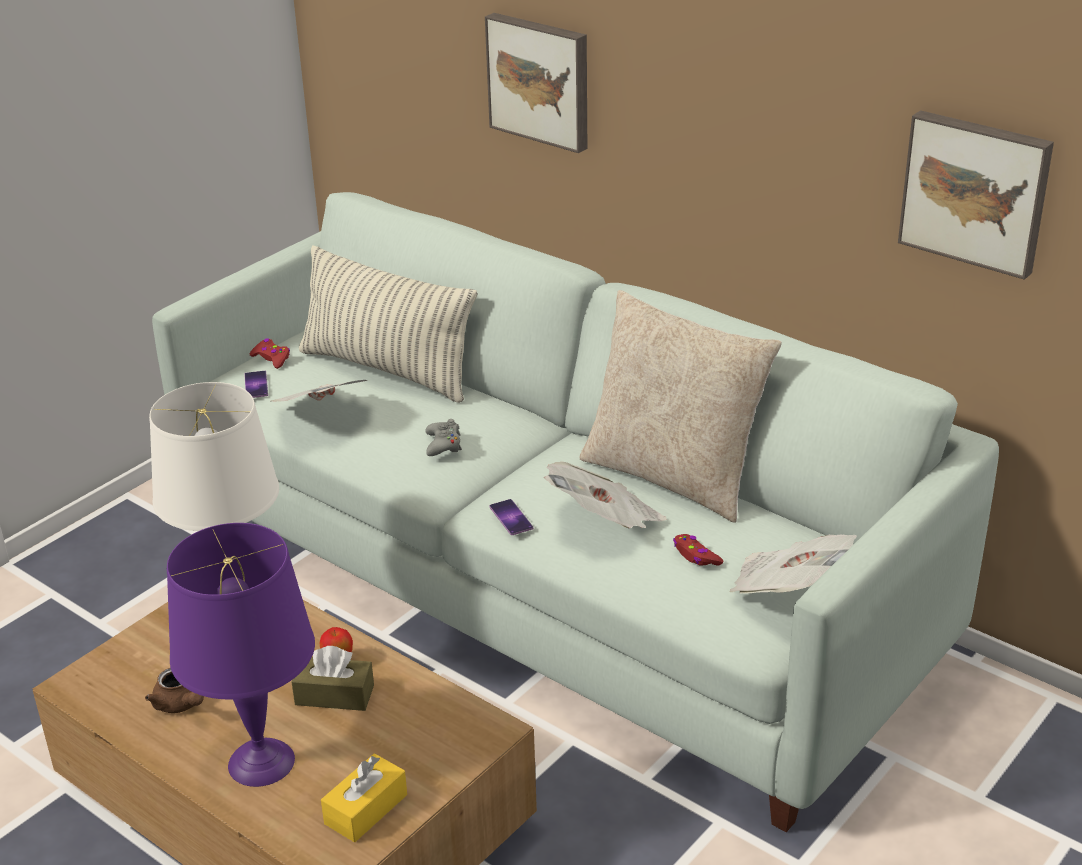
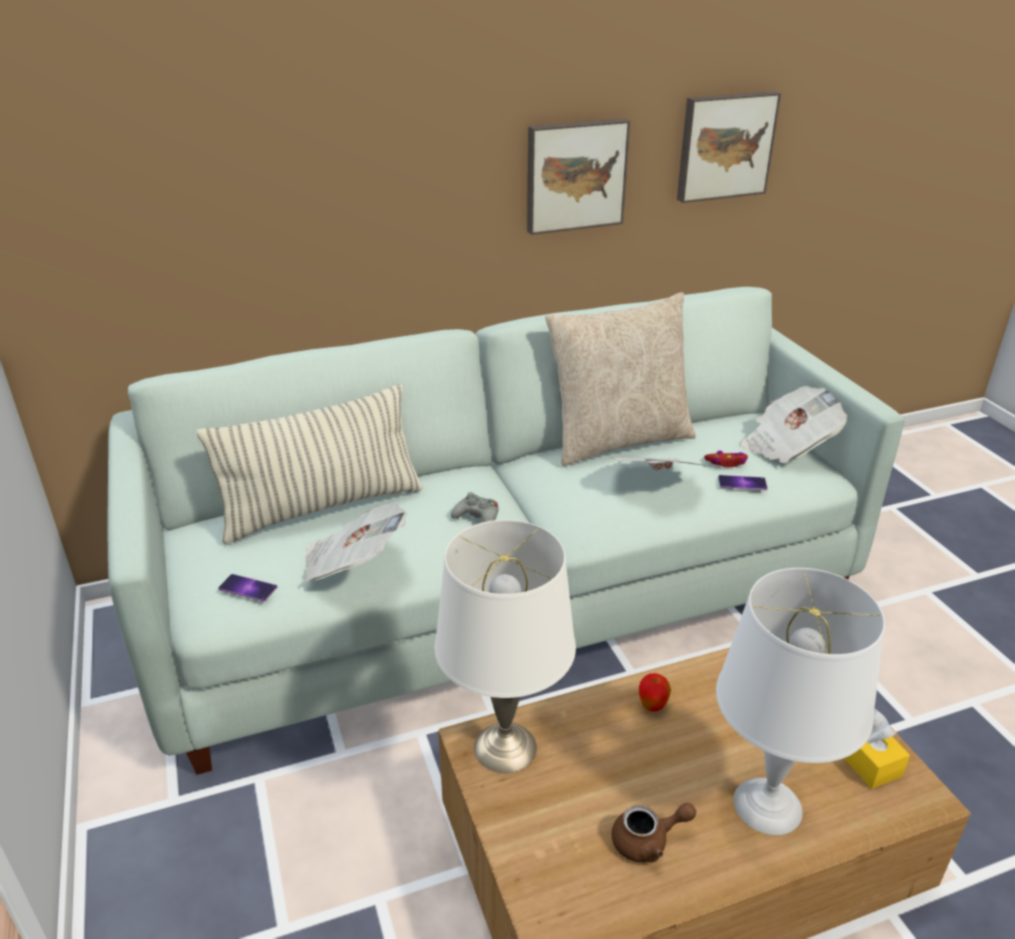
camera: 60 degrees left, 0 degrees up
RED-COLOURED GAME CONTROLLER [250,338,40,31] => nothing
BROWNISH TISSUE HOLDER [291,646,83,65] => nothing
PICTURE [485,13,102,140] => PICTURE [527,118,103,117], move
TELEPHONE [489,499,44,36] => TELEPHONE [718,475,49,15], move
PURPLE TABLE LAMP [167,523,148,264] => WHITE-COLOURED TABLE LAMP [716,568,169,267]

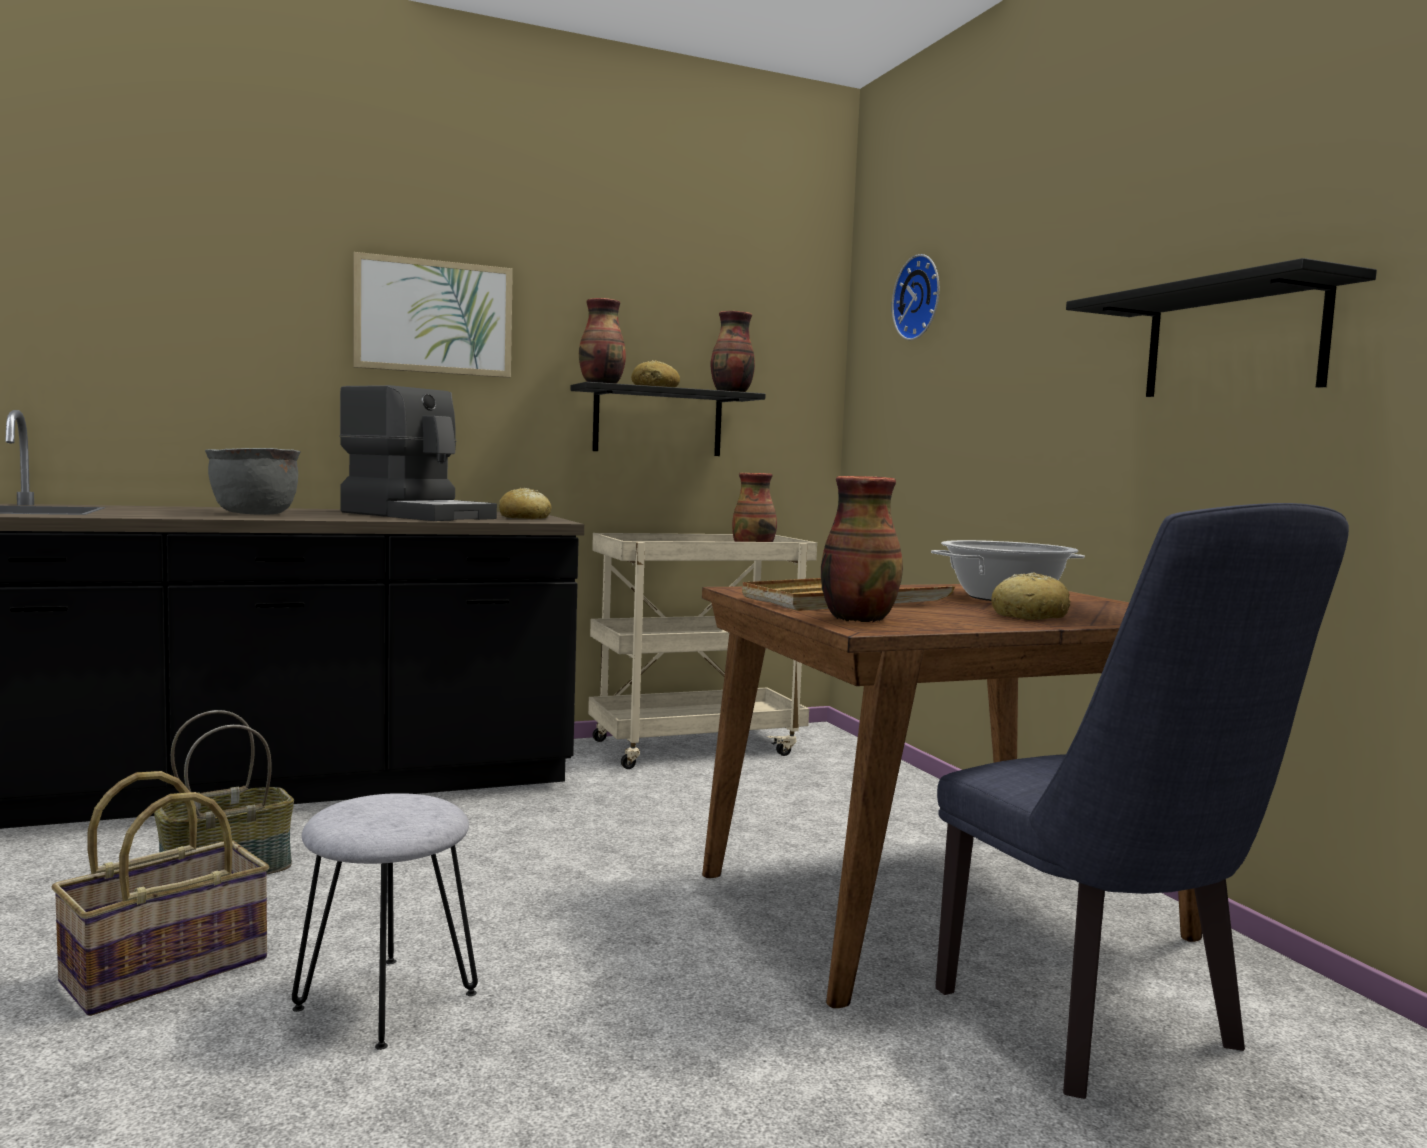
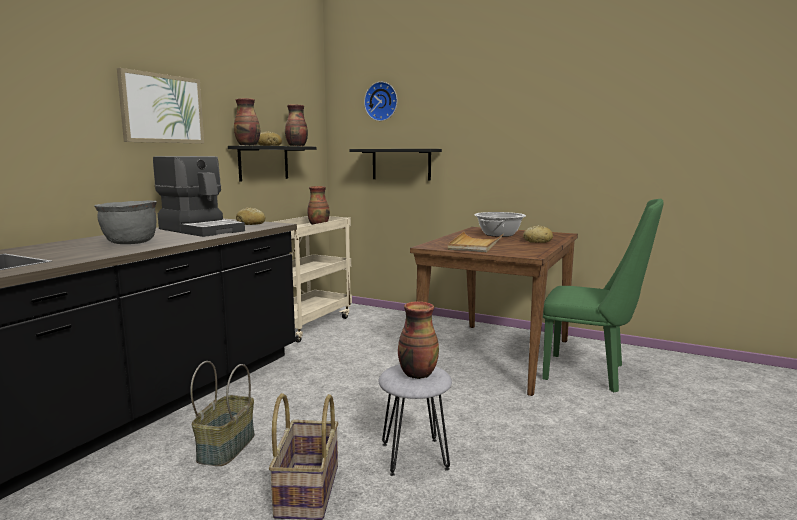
camera: 40 degrees left, 5 degrees up
DECORATIVE VASE [821,476,82,146] => DECORATIVE VASE [398,301,41,78], move
BLACK WALL SHELF [1066,258,311,139] => BLACK WALL SHELF [349,149,93,32], move
BLUE-COLOURED UPRIGHT CHAIR [935,503,414,596] => GREENISH UPRIGHT CHAIR [542,199,122,193]
COFFEE MACHINE [340,385,157,136] => COFFEE MACHINE [153,156,92,81], 45 degrees clockwise

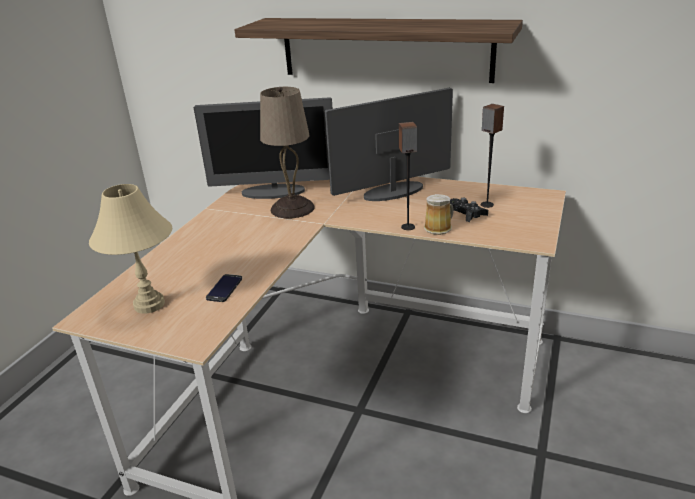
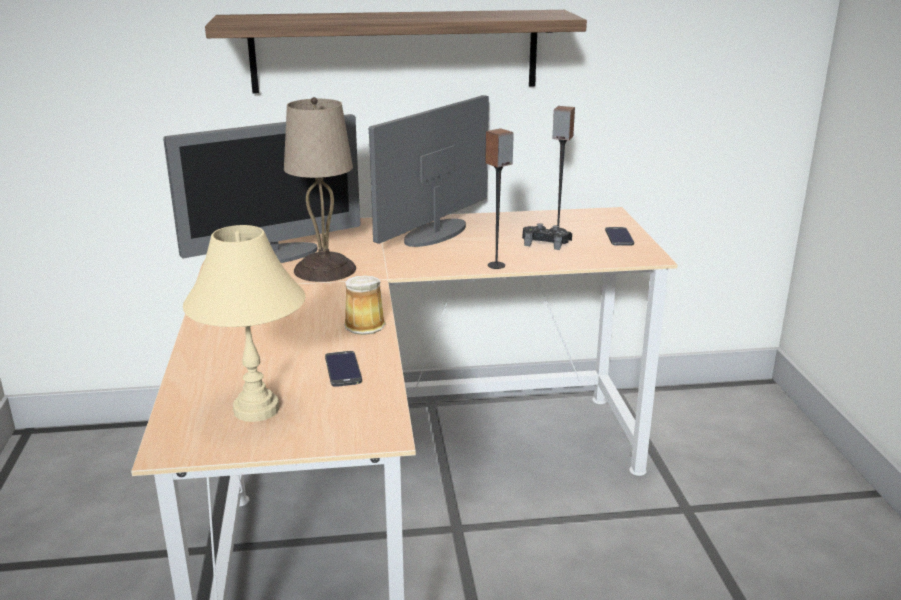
camera: 30 degrees left, 5 degrees down
nothing => TELEPHONE [605,227,29,19]
MUG [424,194,30,41] => MUG [344,275,42,60], move

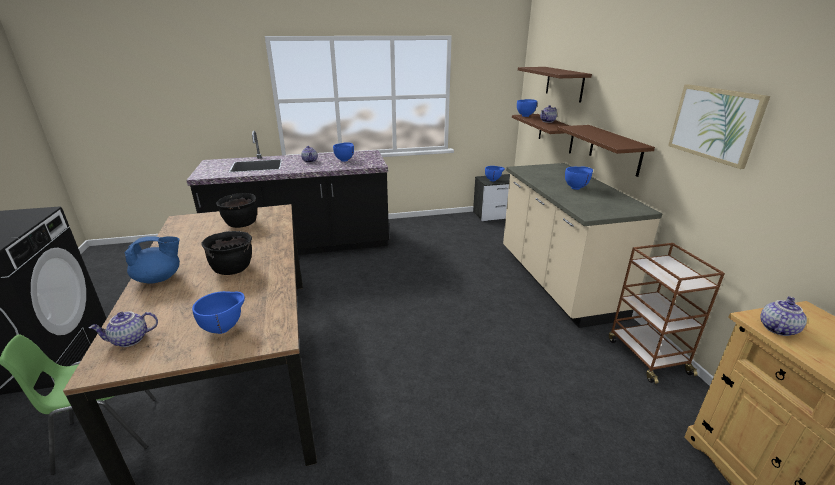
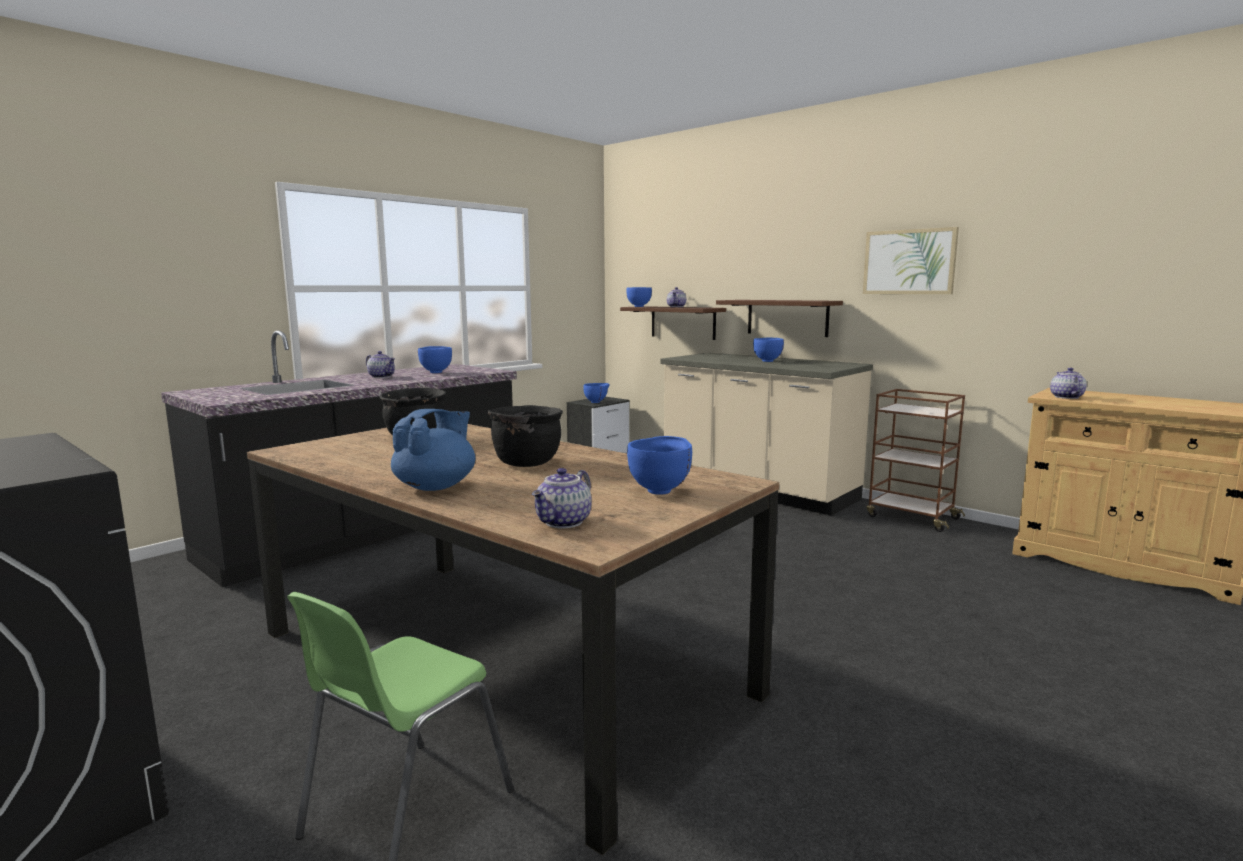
camera: 35 degrees left, 15 degrees down
BROWNISH WALL SHELF [518,67,74,36] => nothing

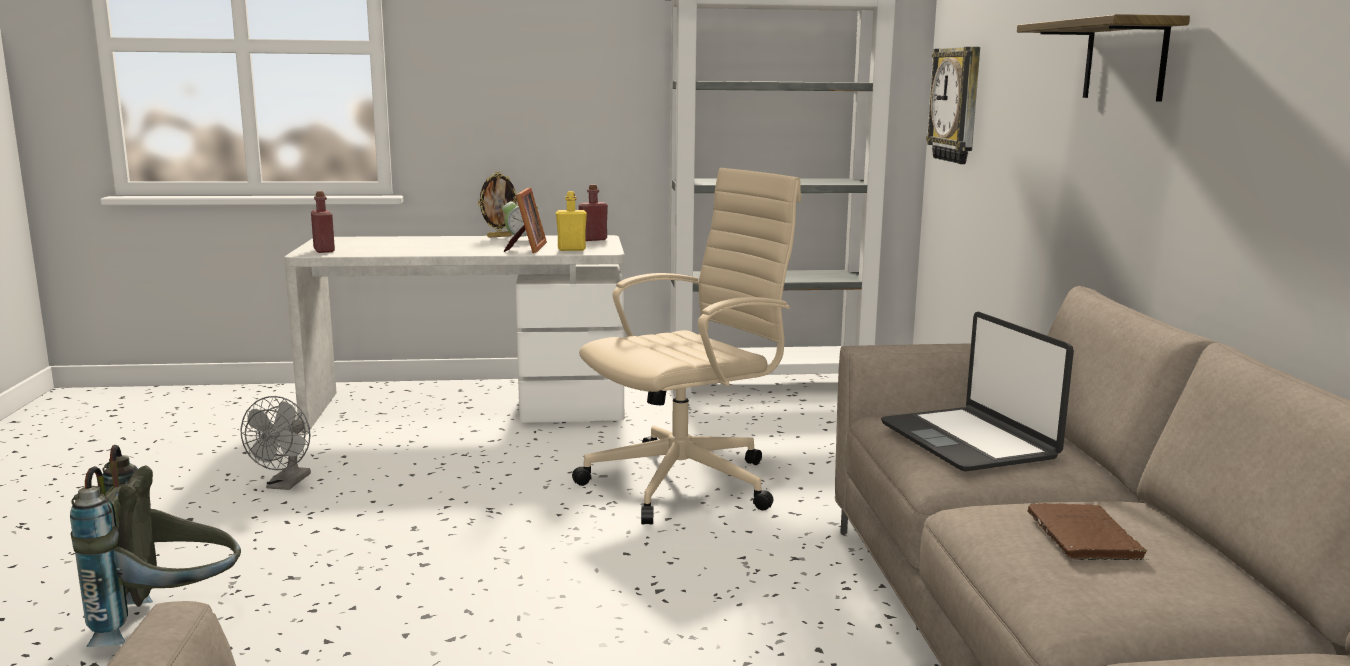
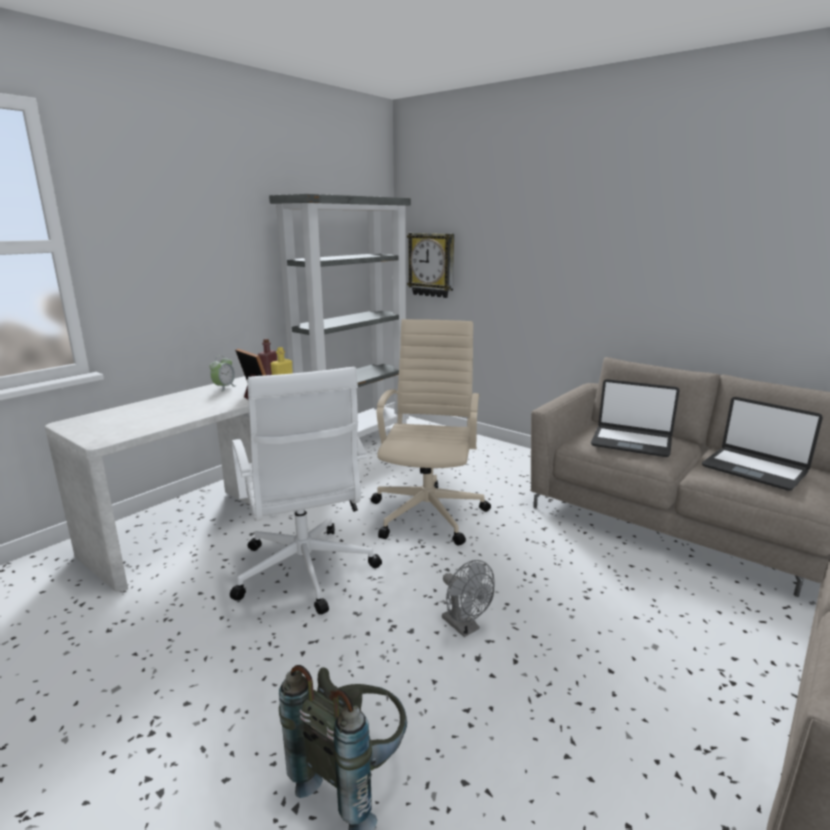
camera: 45 degrees left, 5 degrees up
RED-COLOURED BOTTLE [311,191,24,62] => nothing
STANDING FRAME [478,172,39,66] => nothing
WALL SHELF [1017,14,173,88] => nothing
nothing => WHITE-COLOURED OFFICE CHAIR [230,367,152,248]
GREY COOLING FAN [240,396,71,94] => GREY COOLING FAN [442,560,53,77], move
BROWNISH BOOK [1027,503,122,58] => LAPTOP [702,397,121,94]

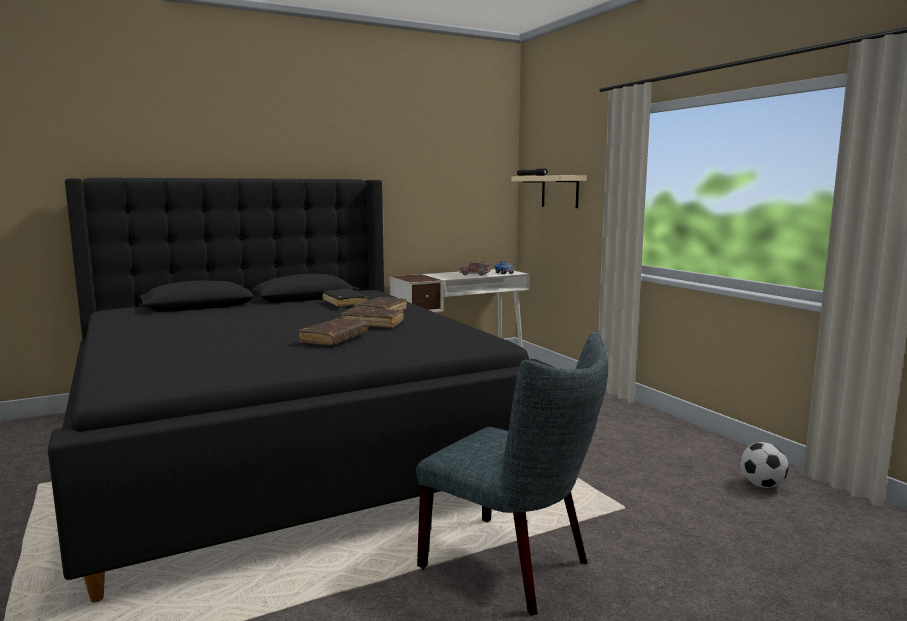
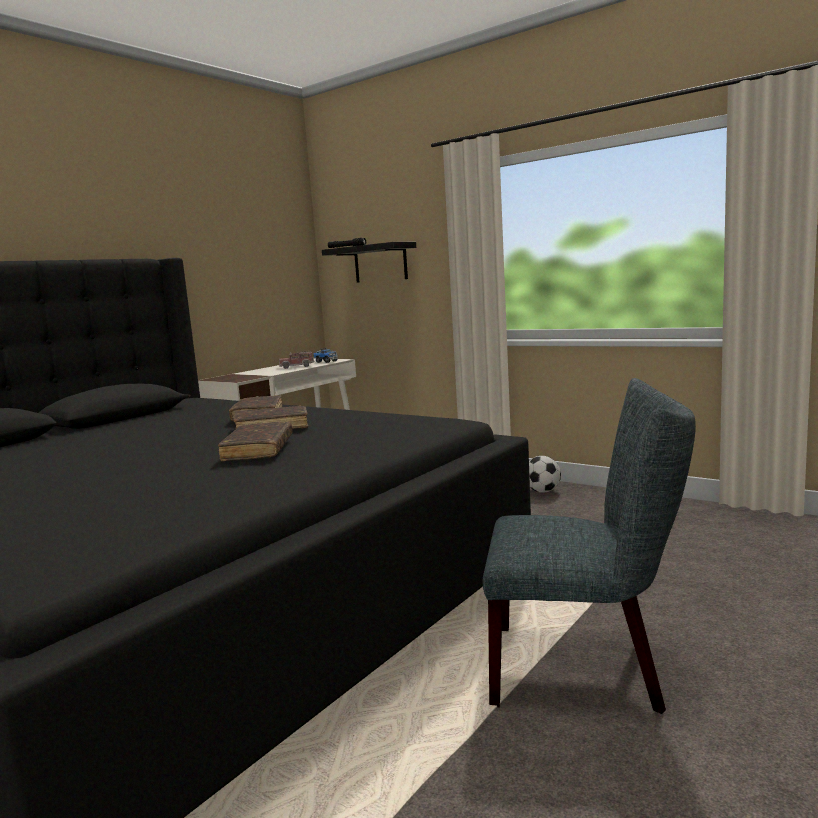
camera: 25 degrees left, 0 degrees up
BLACK BOOK [322,288,46,20] => nothing
FOOTBALL [740,442,49,46] => FOOTBALL [529,456,32,37], move
SAND-COLOURED WALL SHELF [511,175,76,33] => BLACK WALL SHELF [322,242,94,41]

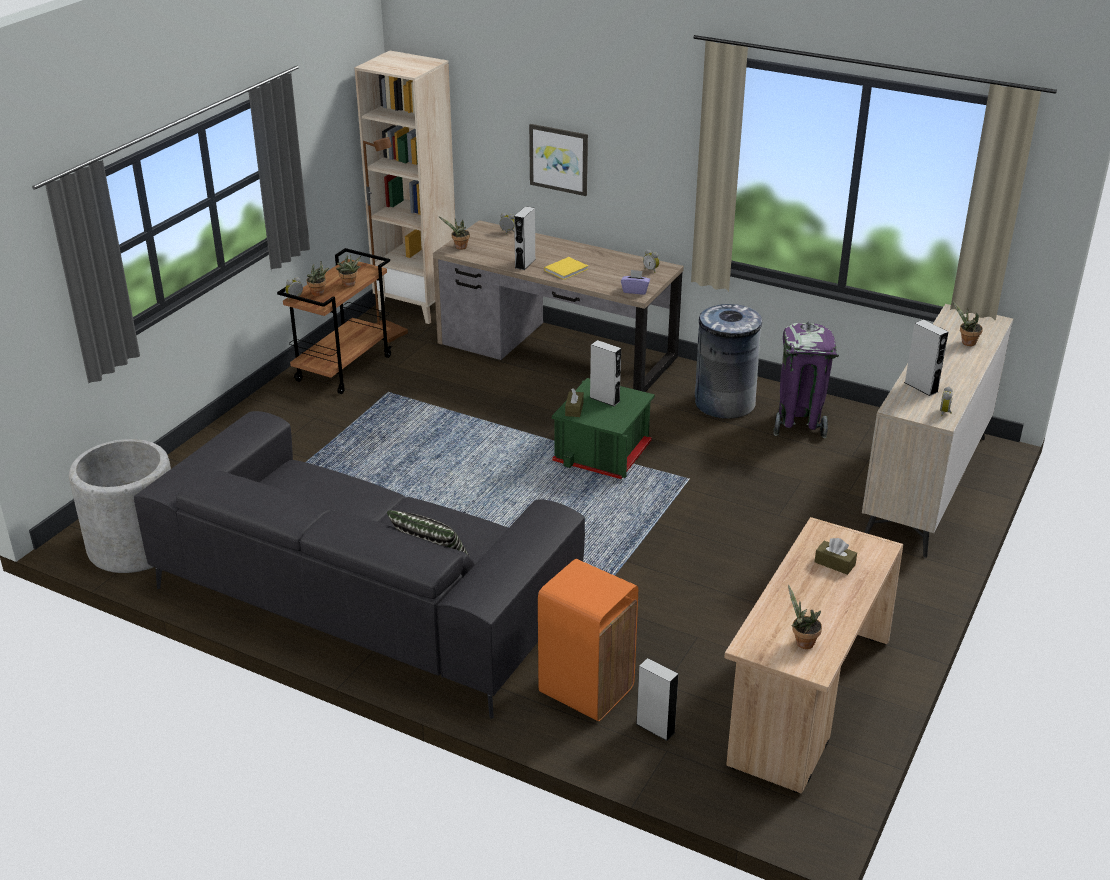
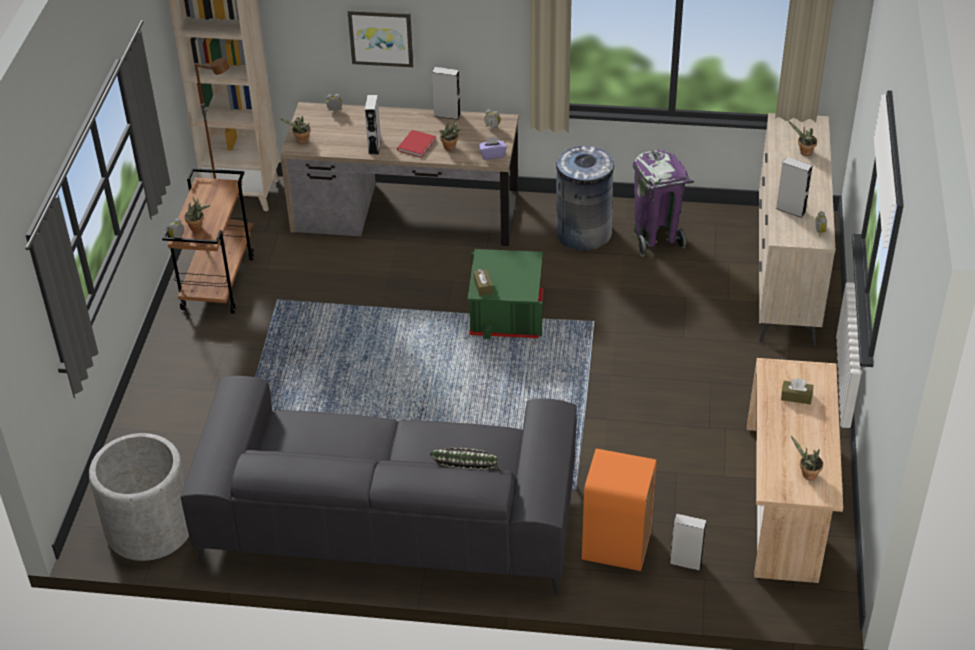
camera: 20 degrees left, 10 degrees up
HOUSEPLANT [336,255,25,32] => HOUSEPLANT [439,119,22,32], move
GREY AUDIO SPEAKER [590,340,31,66] => GREY AUDIO SPEAKER [432,67,29,53], move
YELLOW-COLOURED BOOK [544,257,44,23] => RED-COLOURED BOOK [397,130,39,27]

